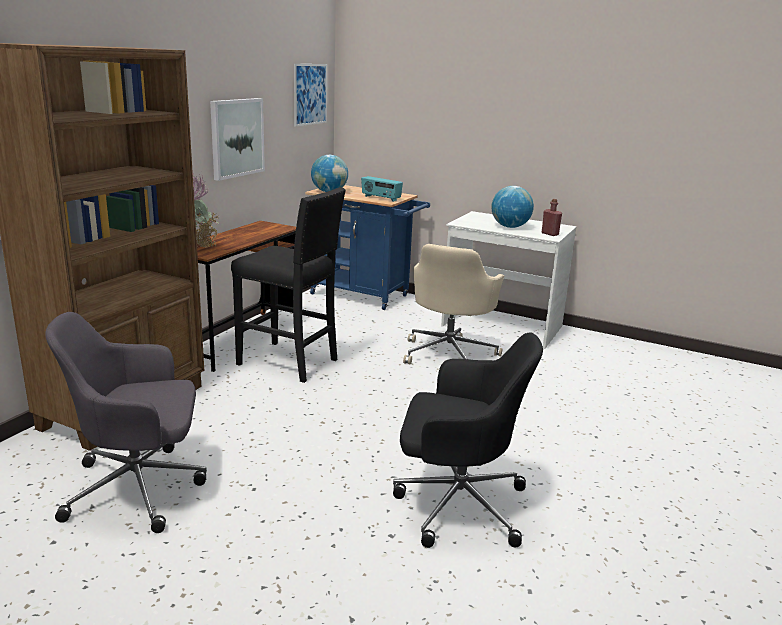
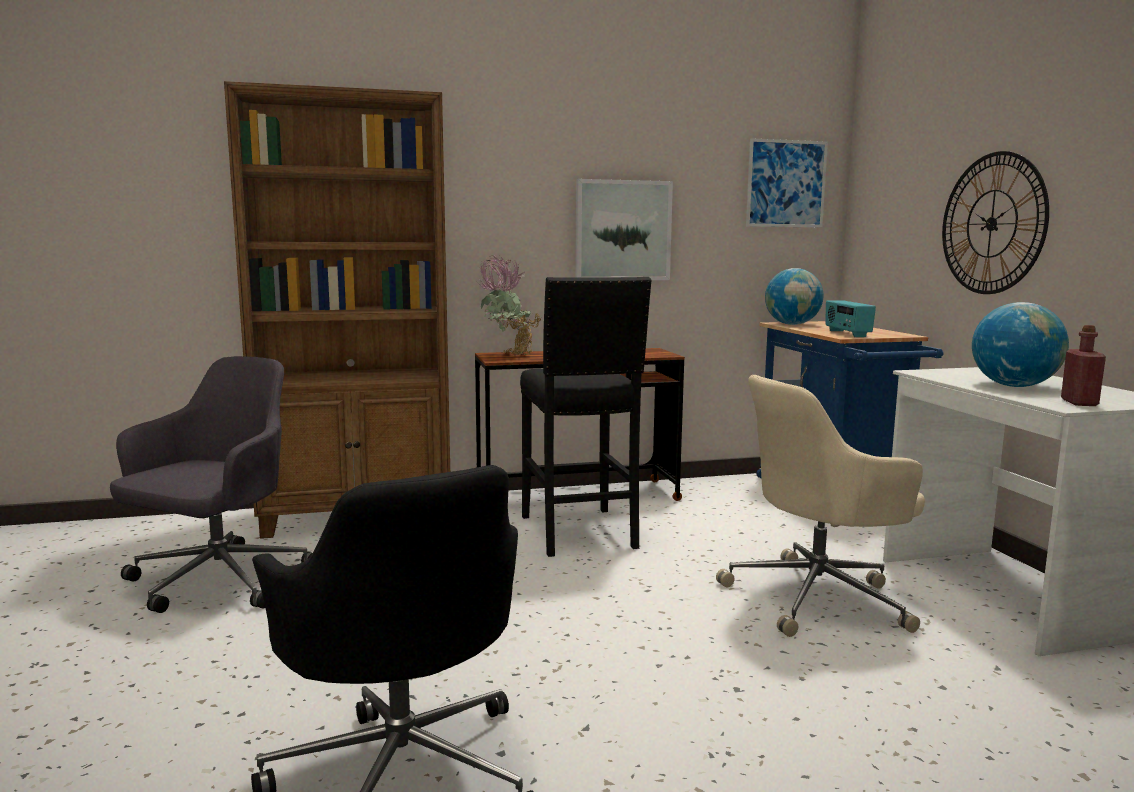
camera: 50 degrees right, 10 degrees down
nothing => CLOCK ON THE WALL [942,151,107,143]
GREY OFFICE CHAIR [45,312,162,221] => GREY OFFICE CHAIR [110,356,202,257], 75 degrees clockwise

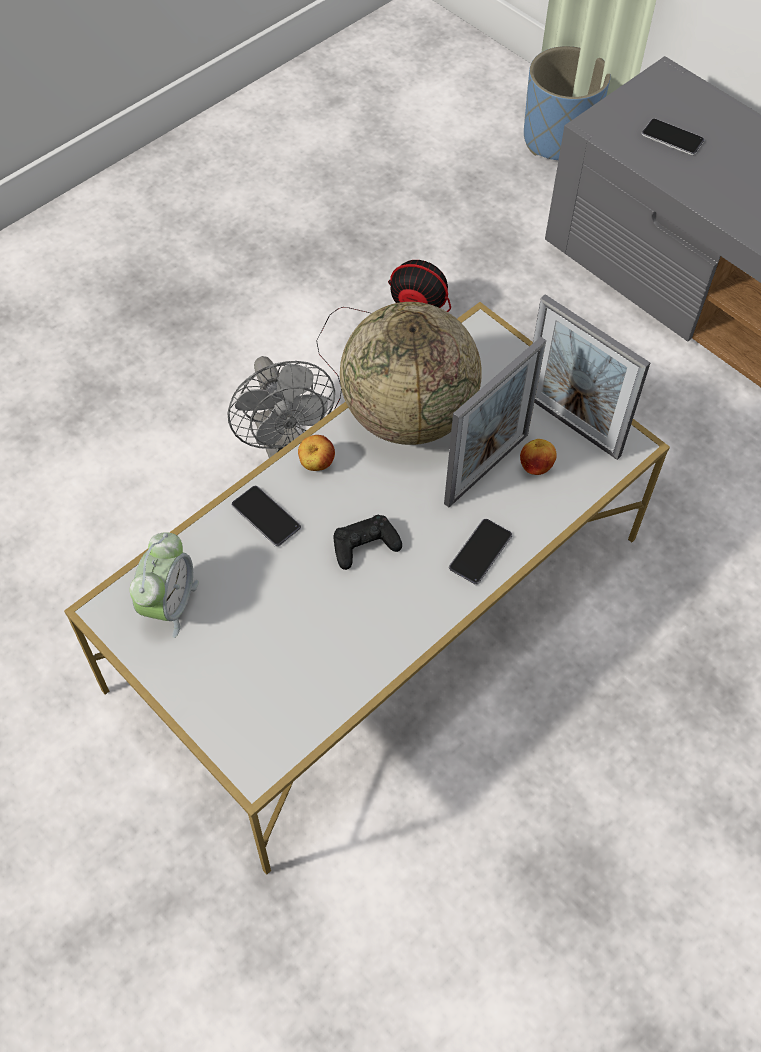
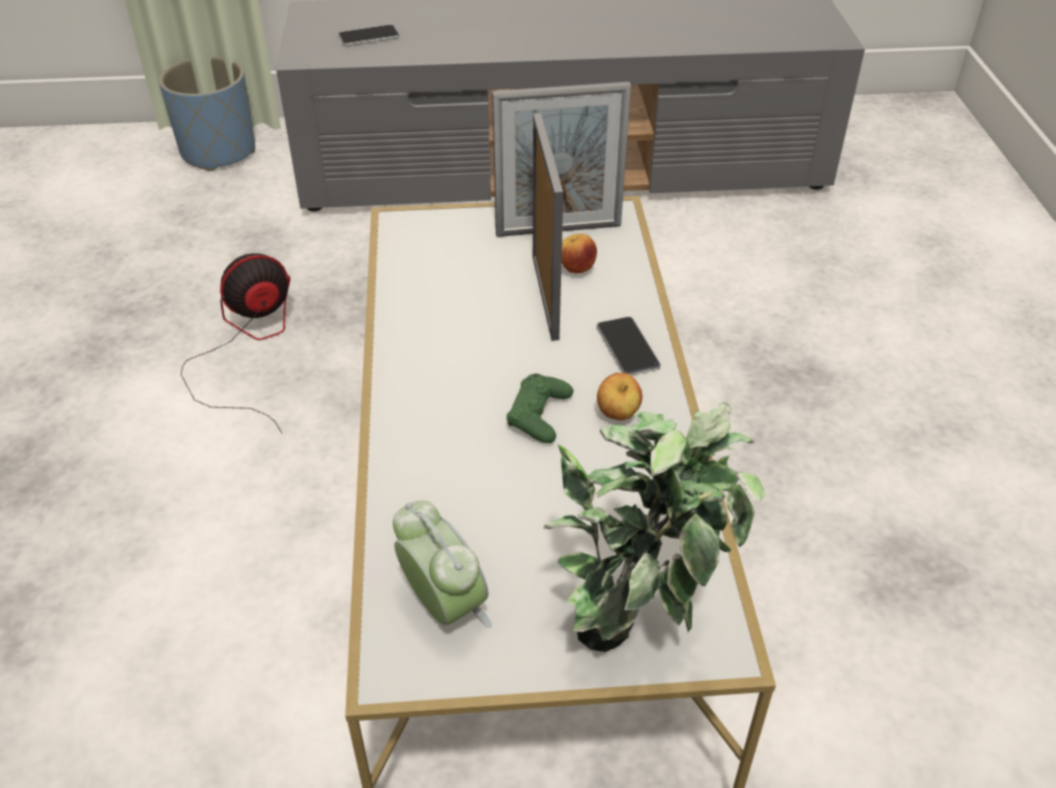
camera: 50 degrees left, 15 degrees down
GREY COOLING FAN [227,356,108,102] => nothing
TELEPHONE [231,486,70,61] => nothing
GLOBE [340,302,142,143] => nothing
nothing => HOUSEPLANT [544,402,222,250]
APPLE [298,435,37,36] => APPLE [597,373,45,47], move
BLACK GAME CONTROLLER [334,515,68,55] => GREENISH GAME CONTROLLER [506,374,67,69]

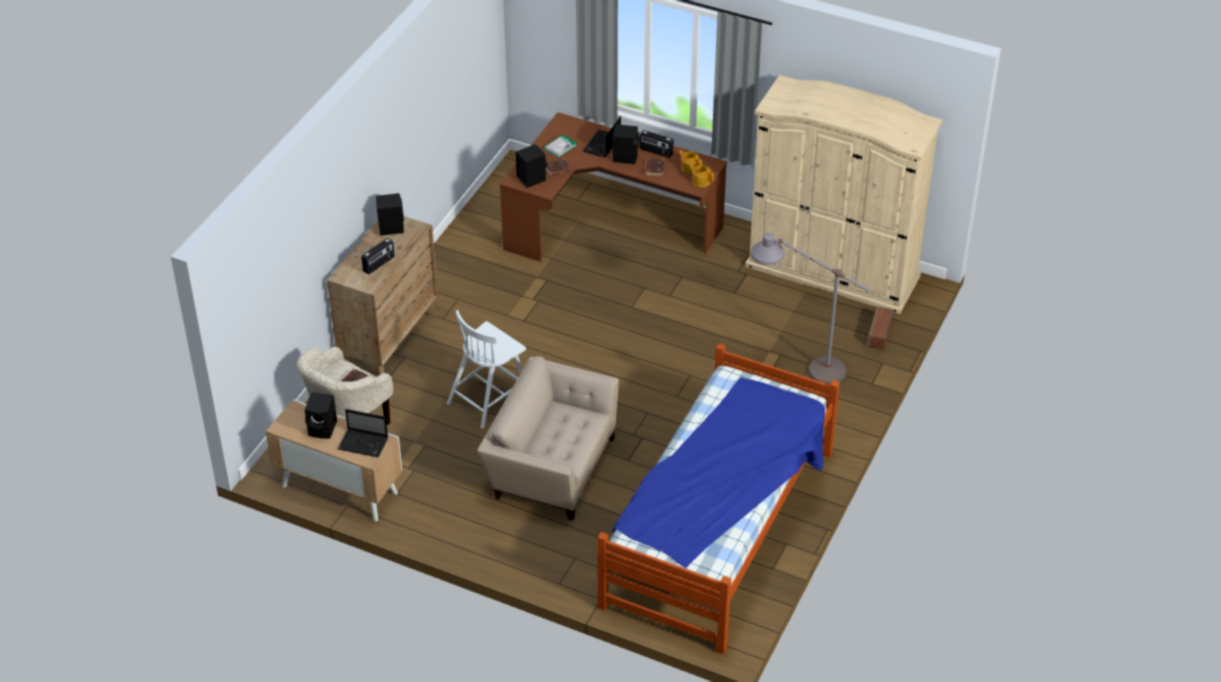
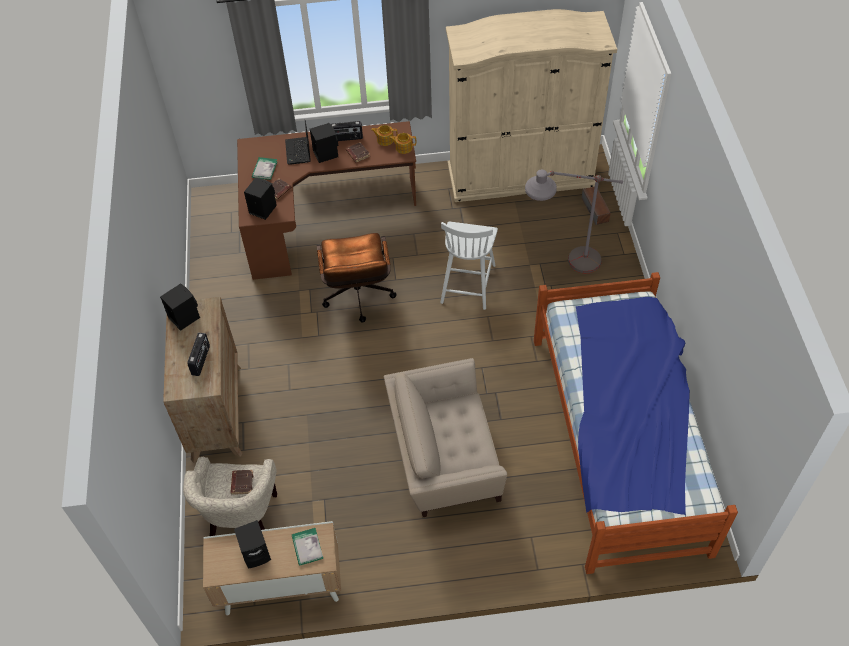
camera: 30 degrees left, 10 degrees up
nothing => BROWNISH OFFICE CHAIR [317,233,80,90]
WHITE-COLOURED UPRIGHT CHAIR [447,310,79,119] => WHITE-COLOURED UPRIGHT CHAIR [440,222,58,88], move
LAPTOP [338,409,50,48] => BOOK [292,528,31,38]

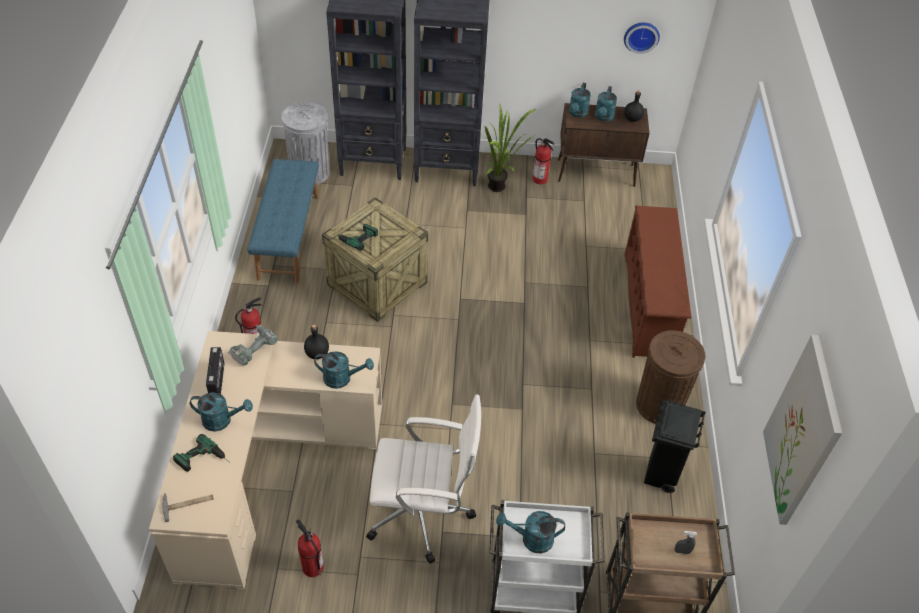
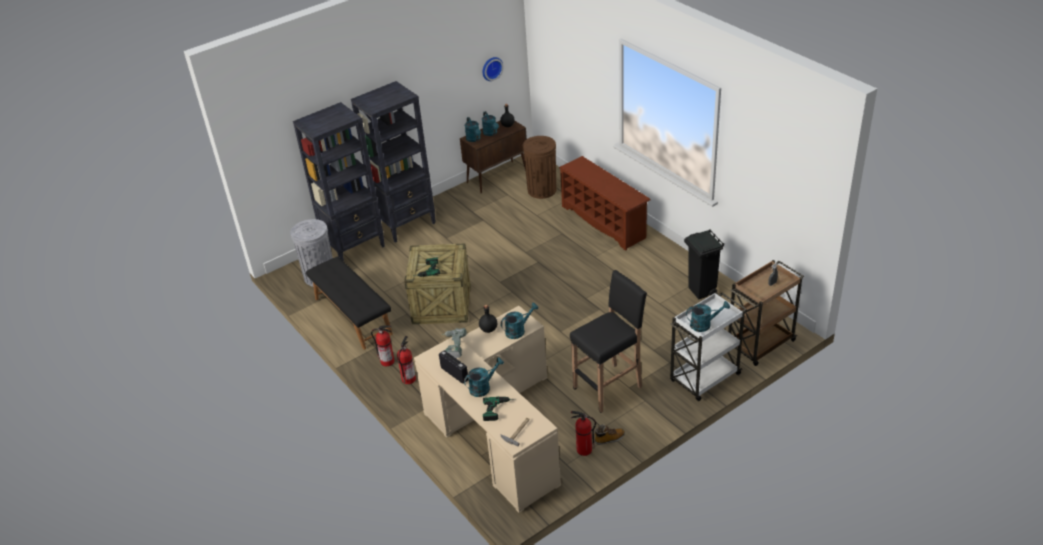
camera: 35 degrees left, 10 degrees down
HOUSEPLANT [485,104,51,88] => nothing
PICTURE [763,335,79,190] => nothing
nothing => BOOT [594,424,31,21]
FIRE-FIGHTING CYLINDER [533,138,21,46] => FIRE-FIGHTING CYLINDER [371,325,24,41], move
BROWNISH RUBBISH BIN [636,330,69,94] => BROWNISH RUBBISH BIN [523,136,33,63], move
WHITE-COLOURED OFFICE CHAIR [366,395,115,169] => BLACK STOOL SEAT [570,270,77,143]
BLUE-COLOURED BENCH [247,159,72,124] => BLACK BENCH [306,257,87,92]
TURQUOISE-COLOURED SPRINKLING CAN [496,511,69,42] => TURQUOISE-COLOURED SPRINKLING CAN [686,301,44,31], 150 degrees counterclockwise

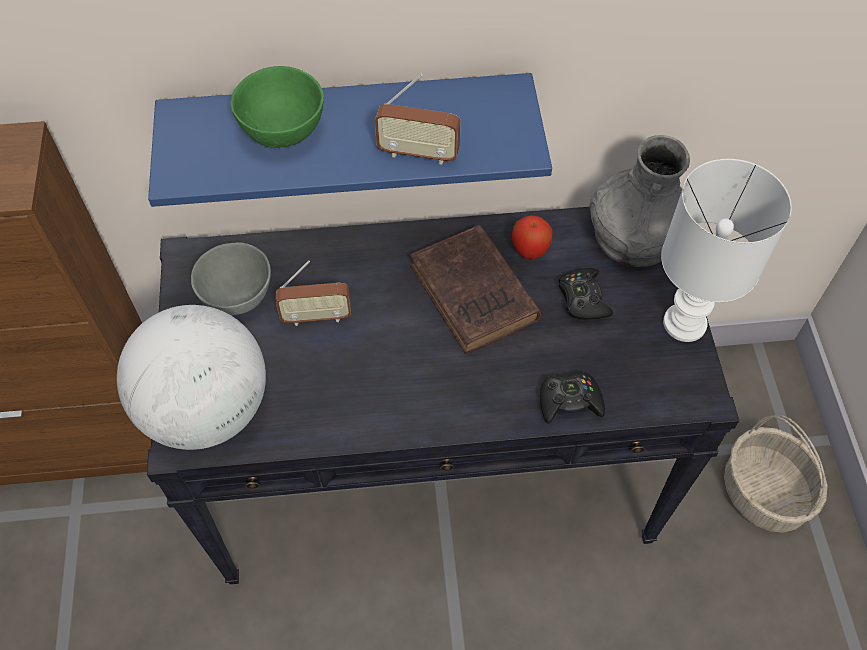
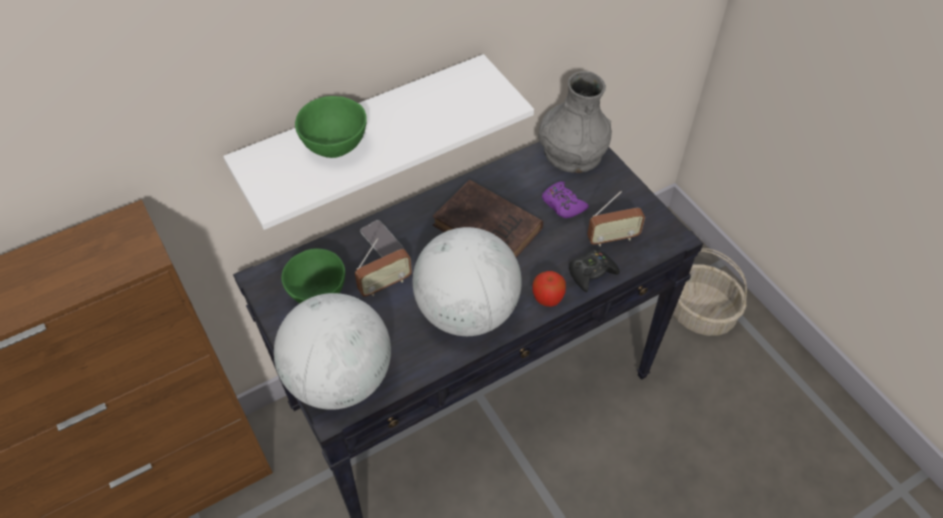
camera: 25 degrees left, 5 degrees down
WHITE-COLOURED TABLE LAMP [661,159,131,183] => nothing
nothing => TELEPHONE [360,220,44,38]
nothing => GLOBE [412,227,110,109]
RADIO RECEIVER [375,74,86,91] => RADIO RECEIVER [587,191,58,55], move
APPLE [512,216,40,43] => APPLE [532,271,34,36], move
BLUE-COLOURED WALL SHELF [148,73,404,134] => WHITE-COLOURED WALL SHELF [223,54,311,176]
GREY DEEP DISH [191,242,80,74] => GREENISH DEEP DISH [281,249,64,54]
BLACK GAME CONTROLLER [558,268,55,52] => PURPLE GAME CONTROLLER [542,181,47,37]

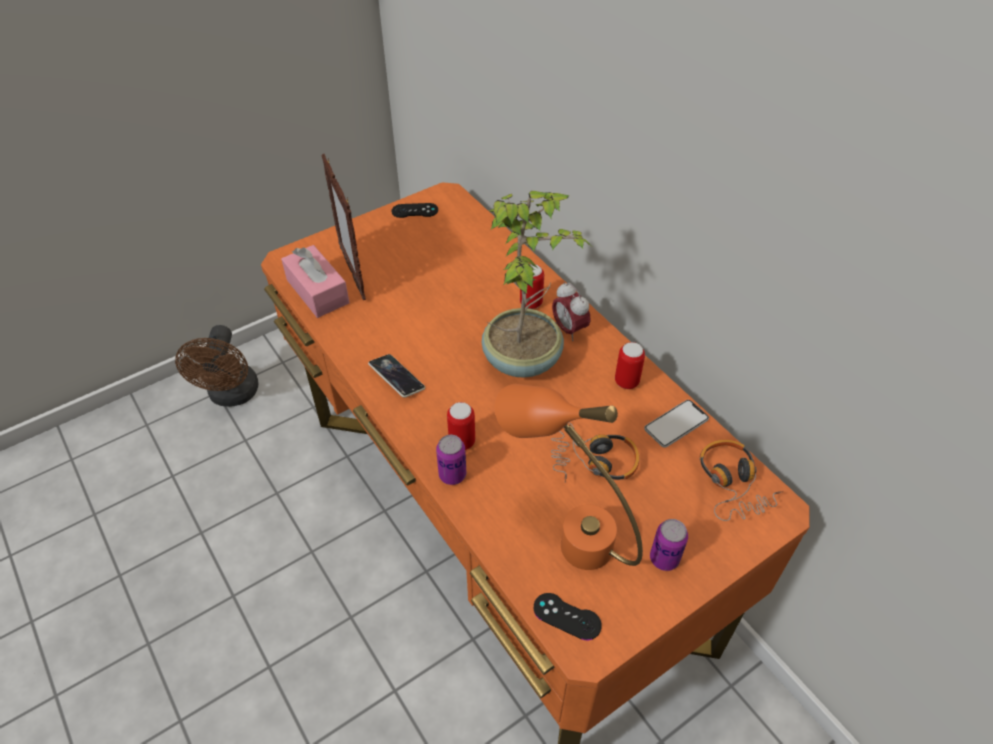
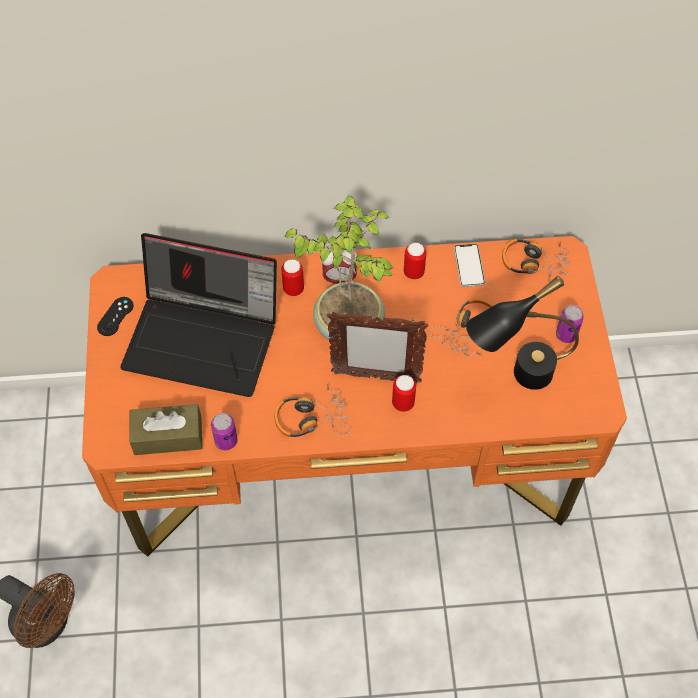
camera: 60 degrees left, 10 degrees up
BLACK GAME CONTROLLER [534,593,68,47] => nothing
nothing => LAPTOP [120,233,157,164]
STANDING FRAME [322,154,44,146] => STANDING FRAME [327,311,101,72], move
SEALED CAN [436,435,30,50] => SEALED CAN [211,413,27,37], move
TELEPHONE [368,354,57,44] => PAIR OF HEADPHONES [274,384,76,53]
PINK-COLOURED TISSUE HOLDER [281,245,69,73] => BROWNISH TISSUE HOLDER [129,404,73,51]
ORANGE TABLE LAMP [495,384,148,186] => BLACK TABLE LAMP [466,276,113,114]

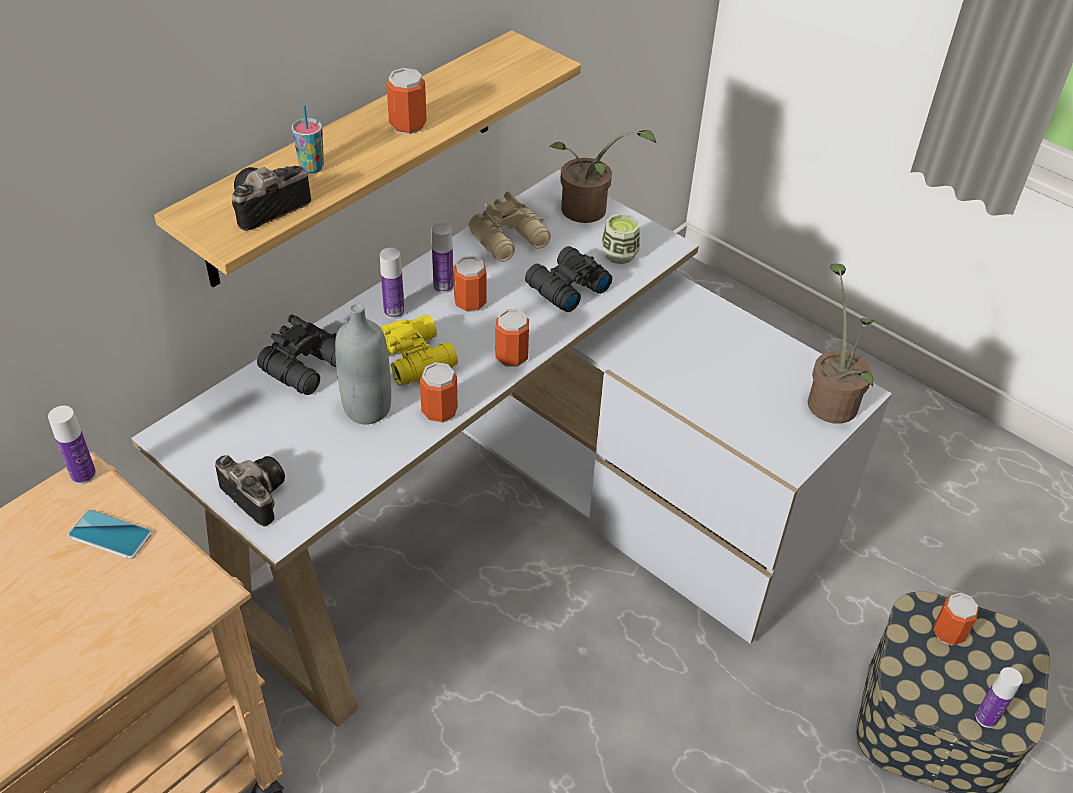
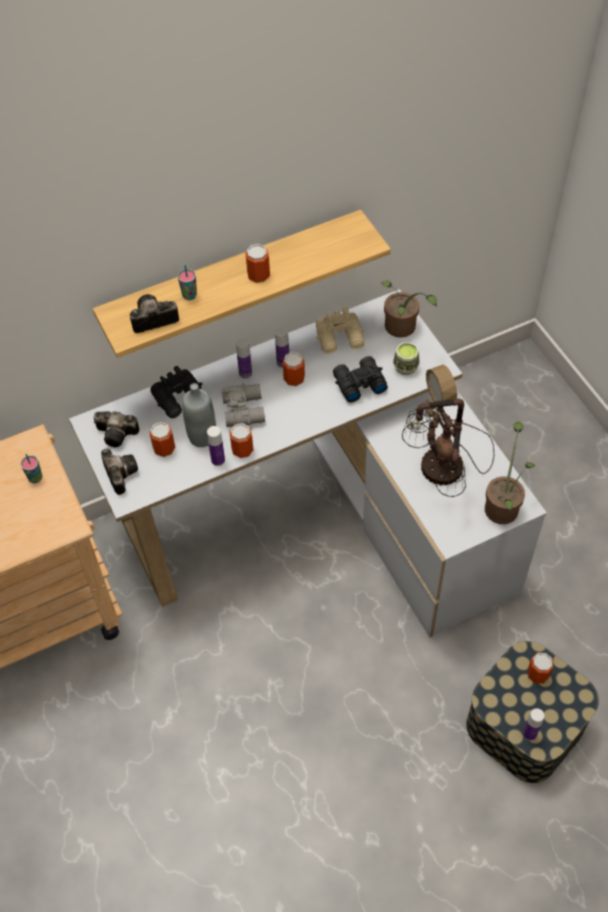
camera: 25 degrees right, 10 degrees up
nothing => STILL CAMERA [94,411,45,36]
nothing => TABLE LAMP [402,365,92,132]
BOTTLE [48,406,48,78] => BOTTLE [207,426,18,40], move
SEALED CAN [496,309,33,58] => SEALED CAN [149,422,26,35], move
TELEPHONE [68,509,84,50] => SMALL CUP [21,454,21,29]
YELLOW-COLOURED BINOCULARS [381,315,77,71] => GREY BINOCULARS [221,383,44,44]

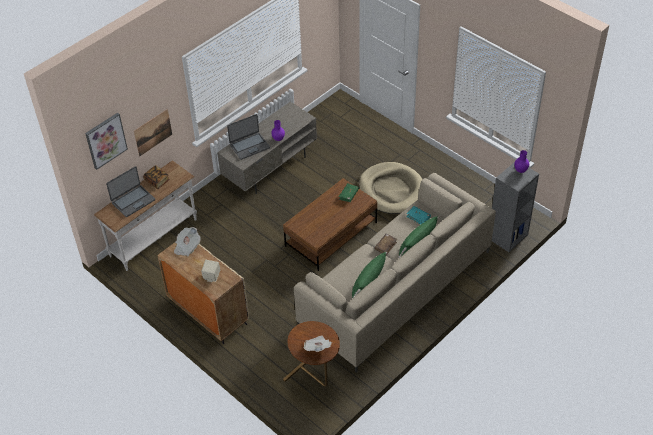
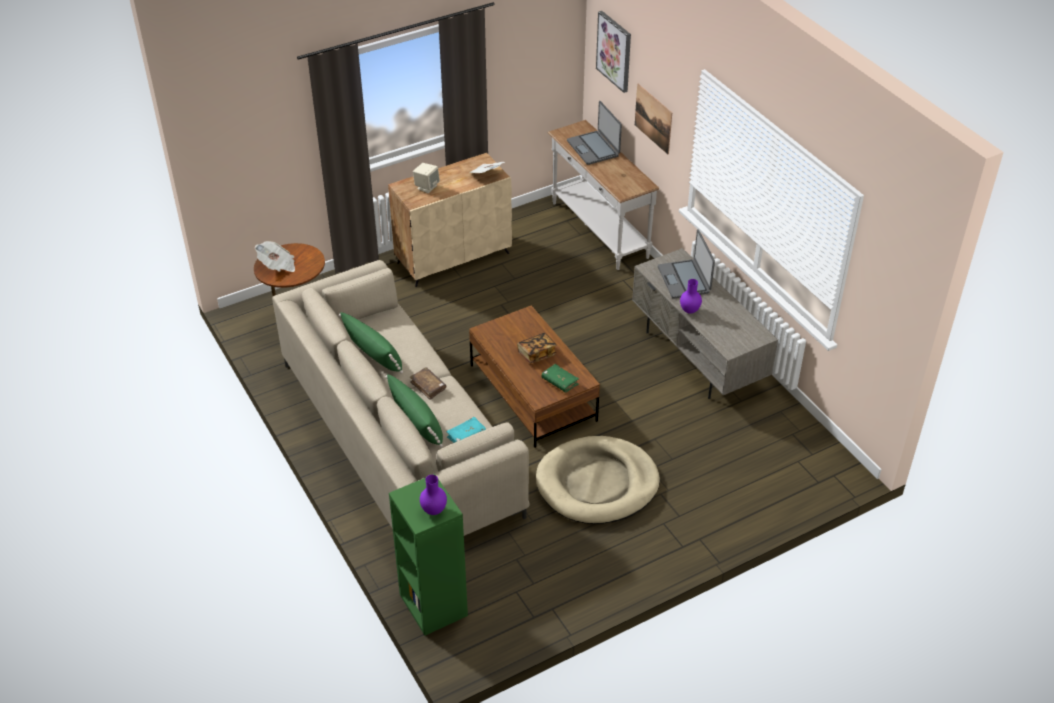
camera: 105 degrees right, 5 degrees down
BOOK [143,165,27,24] => BOOK [517,333,40,30], move
GREY SHELVING UNIT [492,162,47,90] => GREENISH SHELVING UNIT [389,474,79,162]

